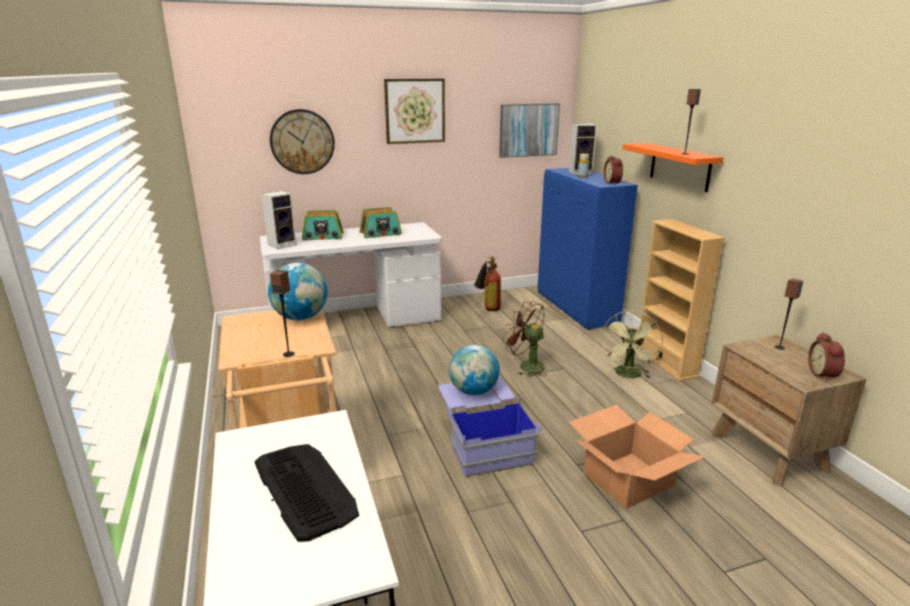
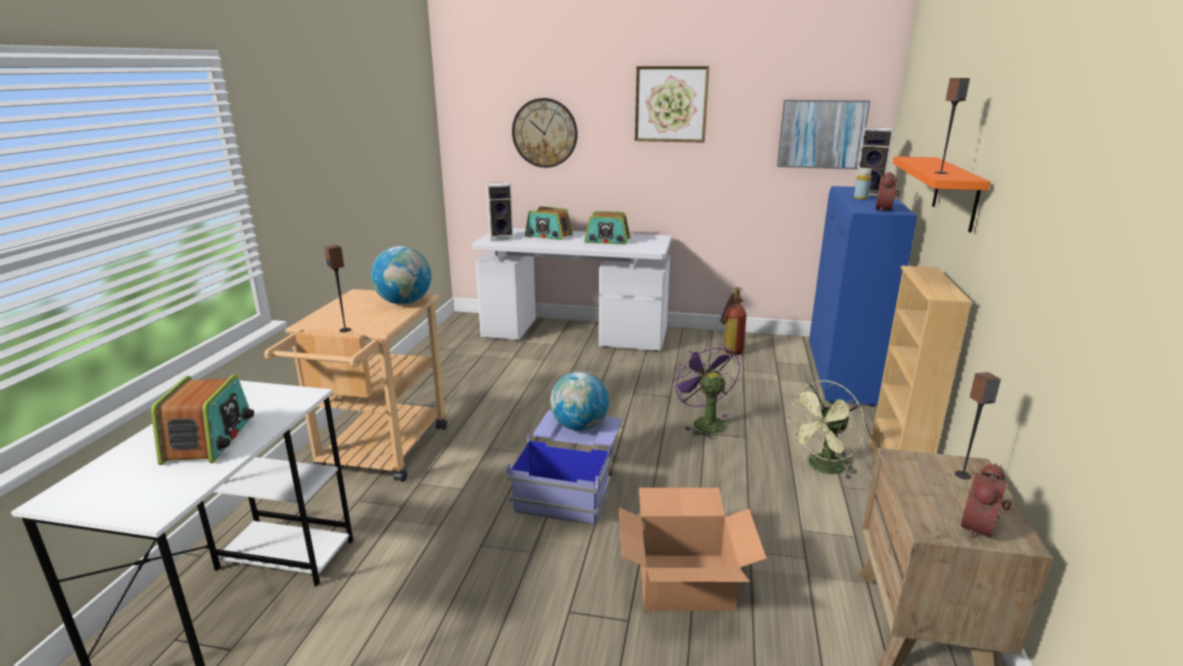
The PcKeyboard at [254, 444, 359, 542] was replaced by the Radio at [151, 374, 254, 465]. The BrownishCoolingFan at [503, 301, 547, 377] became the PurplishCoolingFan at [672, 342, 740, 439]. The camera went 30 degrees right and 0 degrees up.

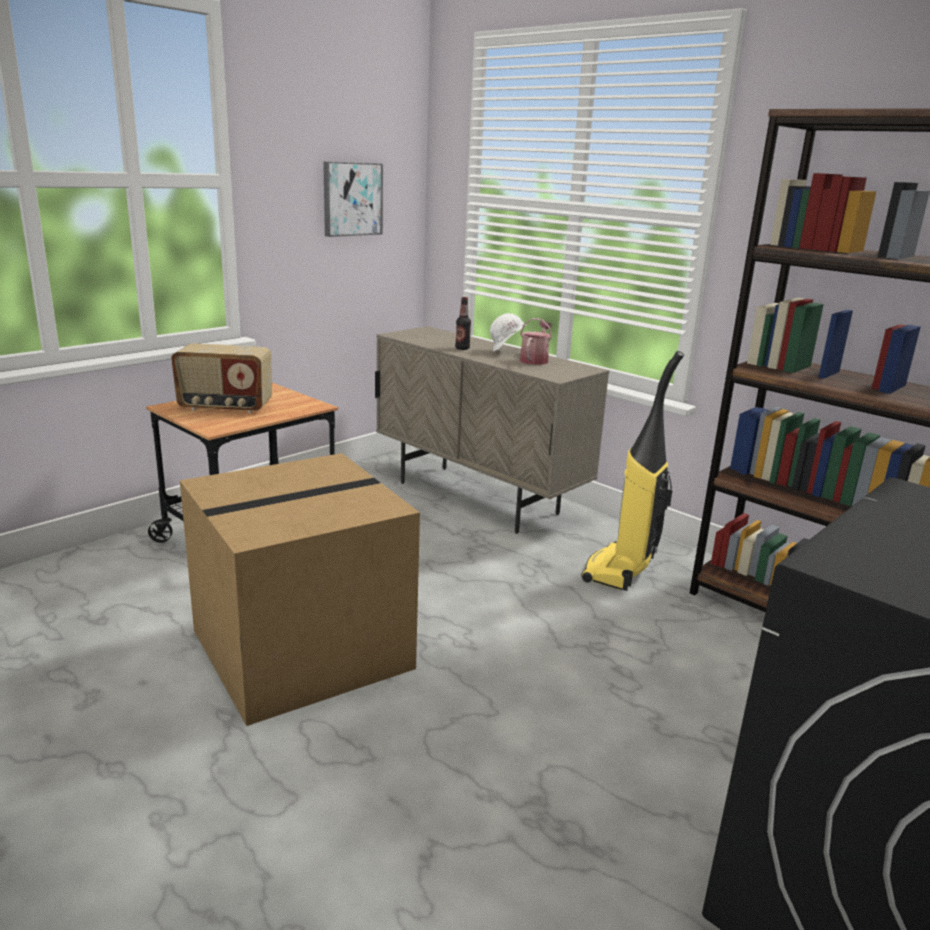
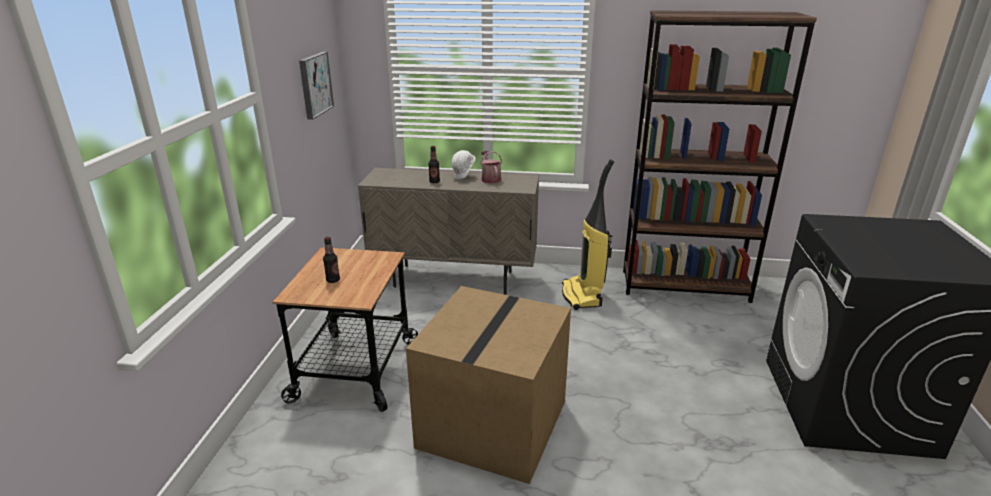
The Radio at [171, 343, 272, 413] was replaced by the Bottle at [323, 237, 340, 283]. The camera went 35 degrees left and 5 degrees up.

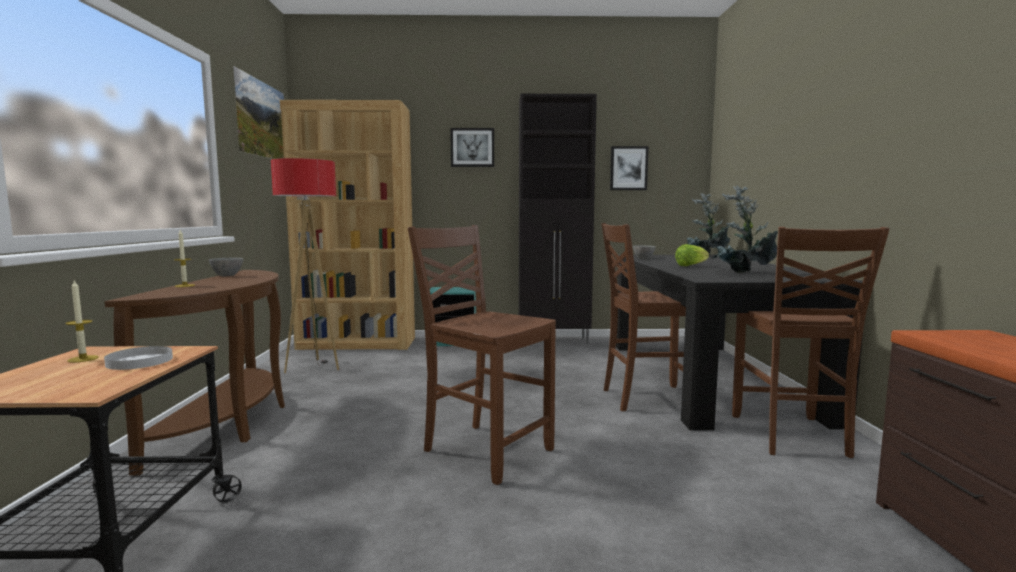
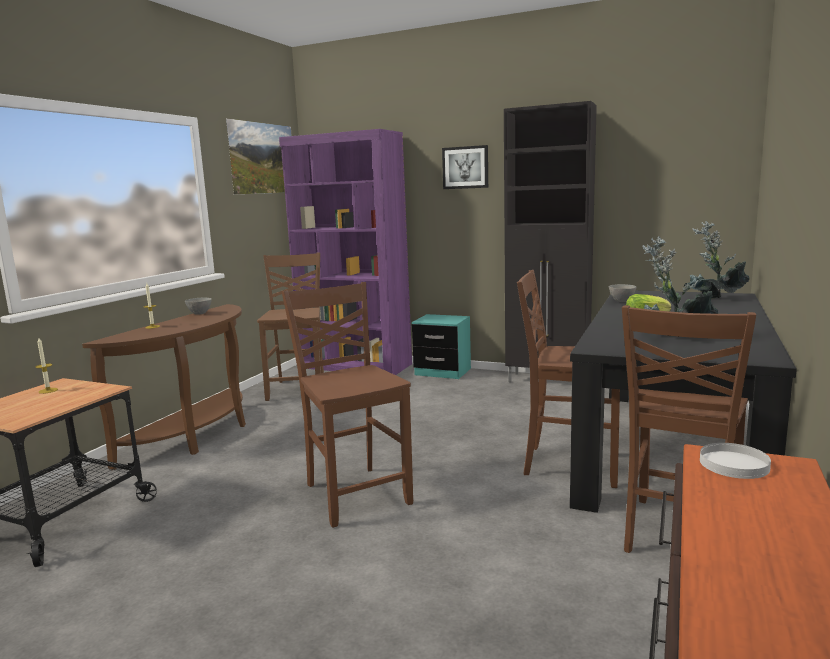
The StandingLamp at [271, 158, 339, 373] was replaced by the BrownishPlainChair at [257, 253, 324, 401]. The BrownishShelvingUnit at [280, 100, 415, 350] became the PurplishShelvingUnit at [279, 129, 412, 375]. The WhitePlate moved from [104, 346, 173, 370] to [700, 443, 771, 479]. The WallPicture at [610, 146, 649, 190] disappeared. The camera went 25 degrees right and 5 degrees up.

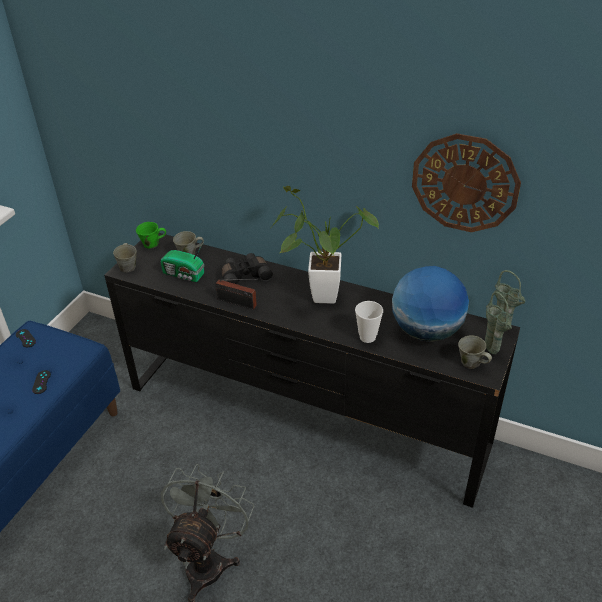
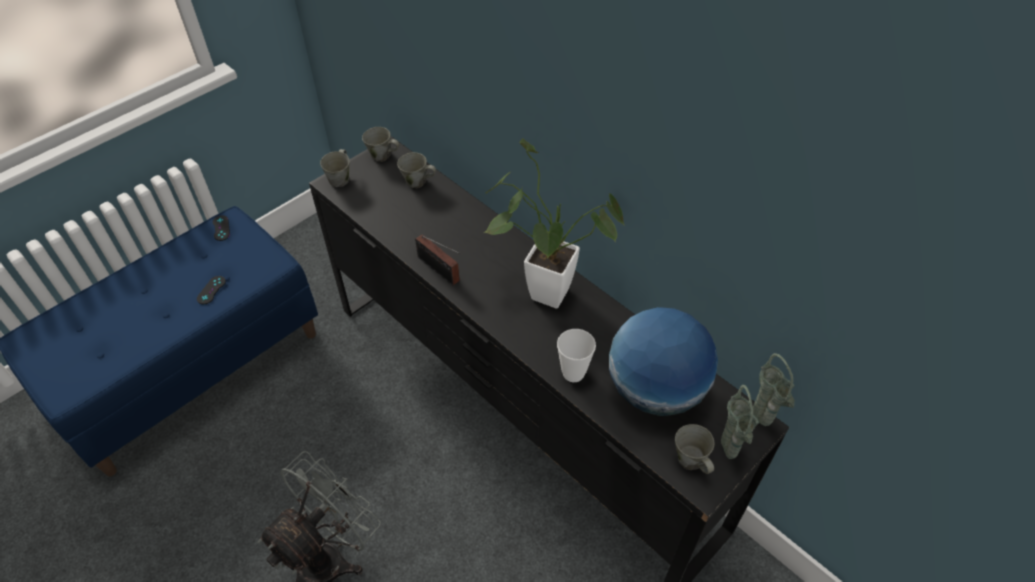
The GreenTeaMug at [136, 222, 166, 249] became the GreyTeaMug at [362, 127, 399, 162]. The Radio at [161, 243, 204, 282] disappeared. The BlackishFieldGlasses at [221, 253, 273, 285] disappeared. The ClockOnTheWall at [412, 133, 521, 232] disappeared. The camera went 20 degrees right and 10 degrees up.

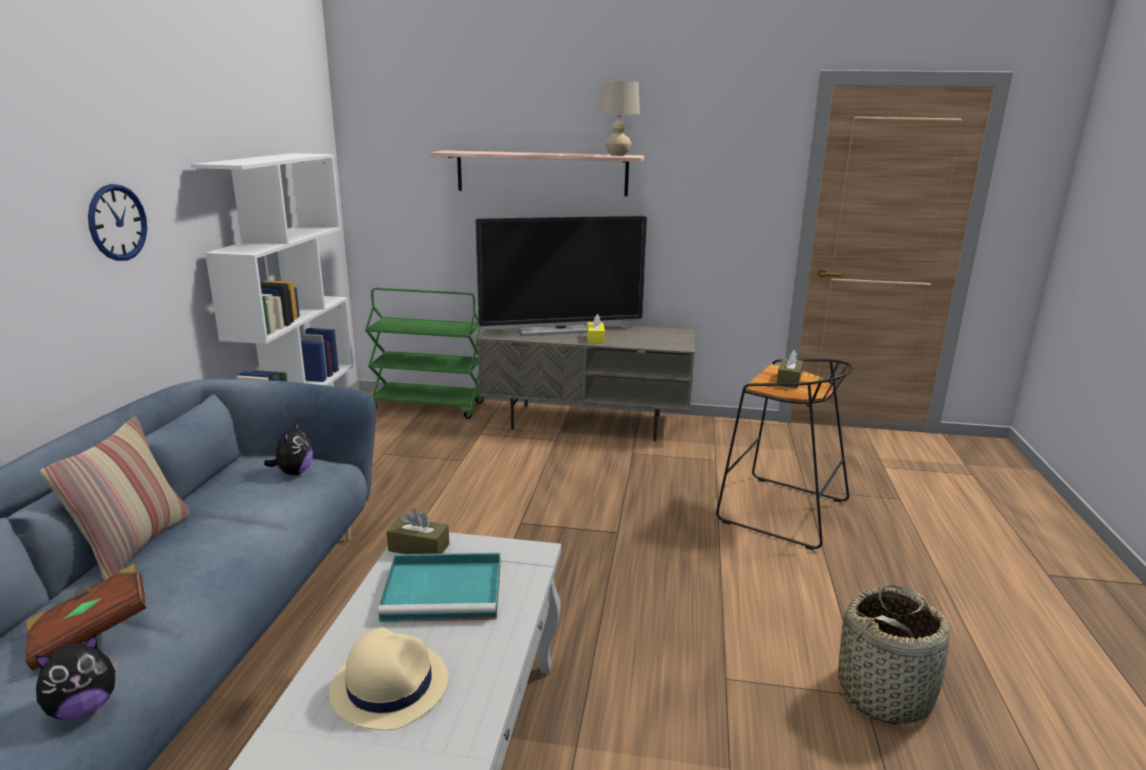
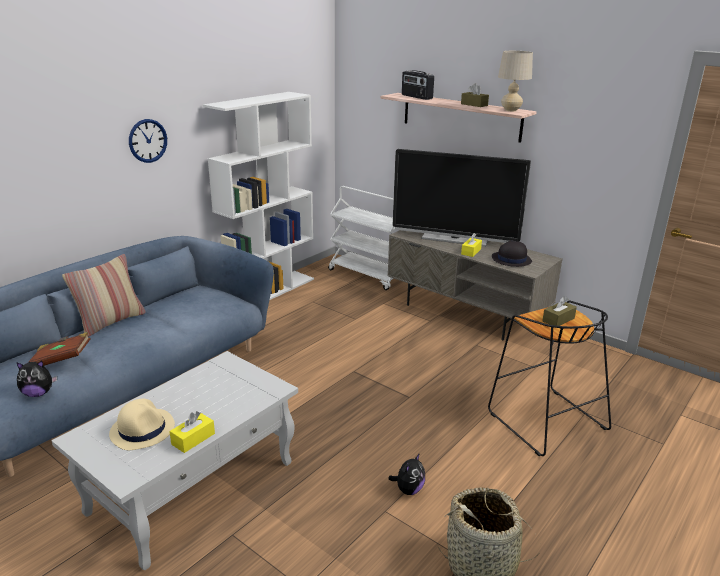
The YellowColouredTissueBox at [169, 411, 215, 453] appeared. The GreenWheeledCart at [365, 288, 485, 419] became the WhiteWheeledCart at [328, 186, 396, 290]. The SoftToy moved from [264, 420, 313, 475] to [388, 453, 425, 495]. The Radio at [402, 70, 434, 100] appeared. The BrownishTissueBox moved from [387, 509, 449, 554] to [461, 83, 489, 107]. The BlackishHat at [492, 240, 532, 267] appeared. The TurquoiseTray at [378, 553, 501, 622] disappeared. The camera went 30 degrees right and 5 degrees up.

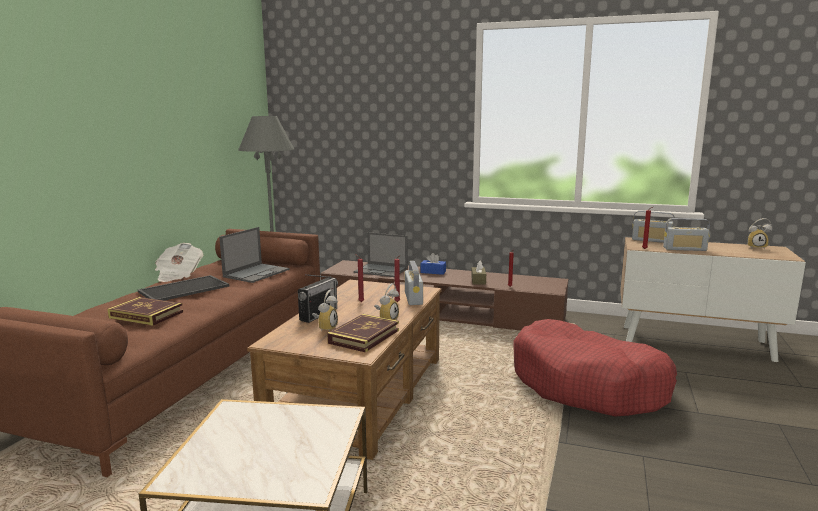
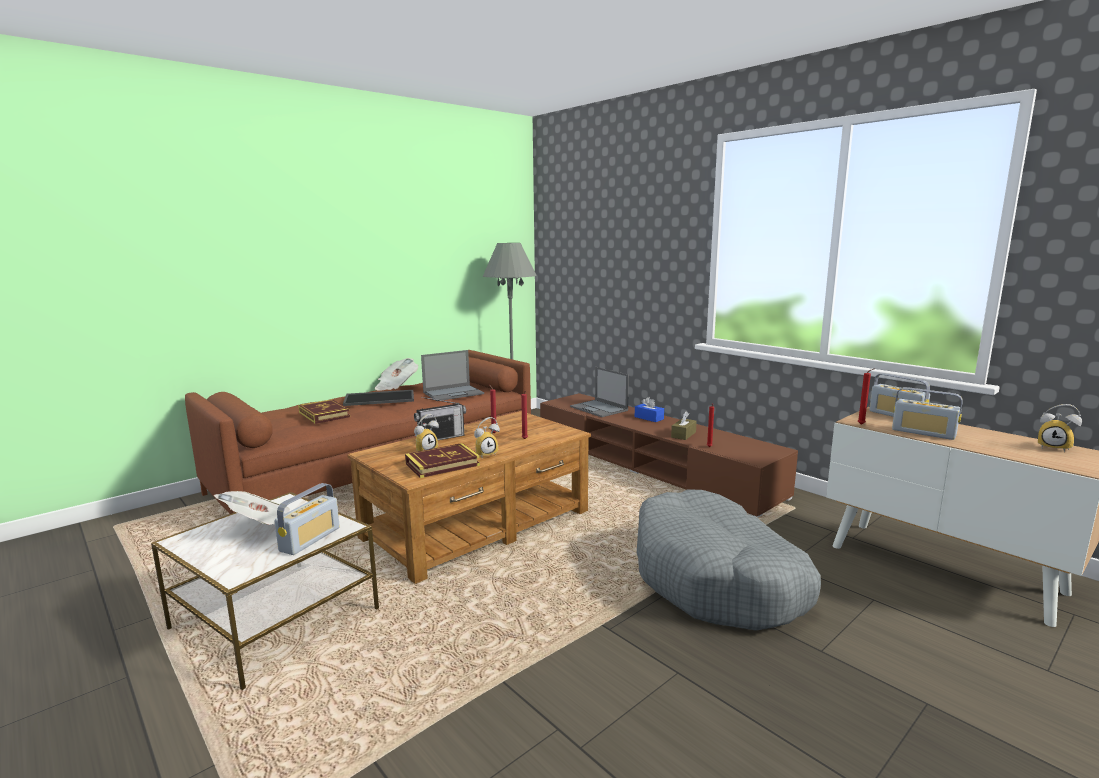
The DailyPaper at [214, 491, 290, 525] appeared. The Radio moved from [405, 261, 423, 305] to [275, 483, 340, 555]. The RedColouredPetBed at [513, 319, 677, 416] became the GreyPetBed at [637, 489, 821, 630]. The camera went 30 degrees right and 0 degrees up.

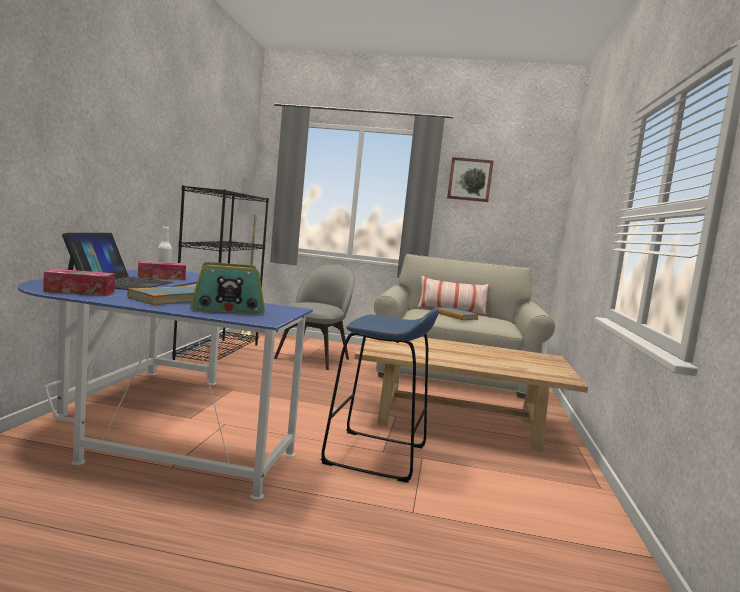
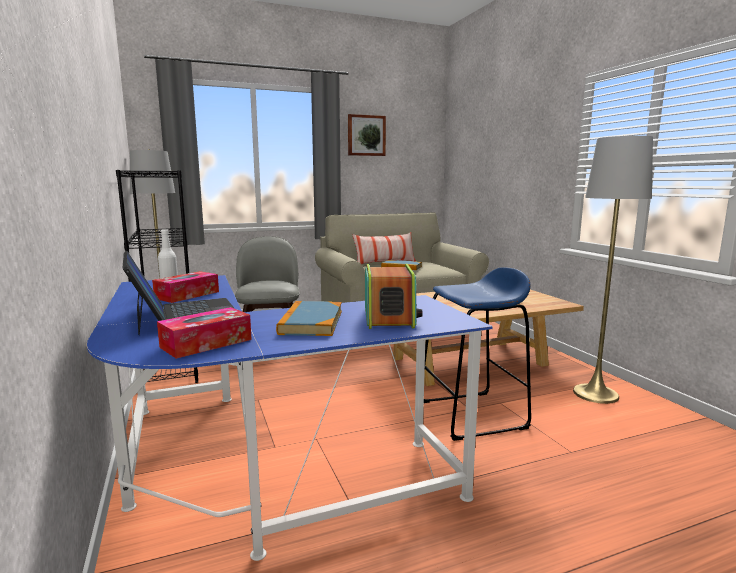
The Radio at [190, 262, 265, 314] turned 45 degrees counterclockwise. The GreyStandingLamp at [573, 136, 653, 404] appeared. The camera went 30 degrees left and 5 degrees up.

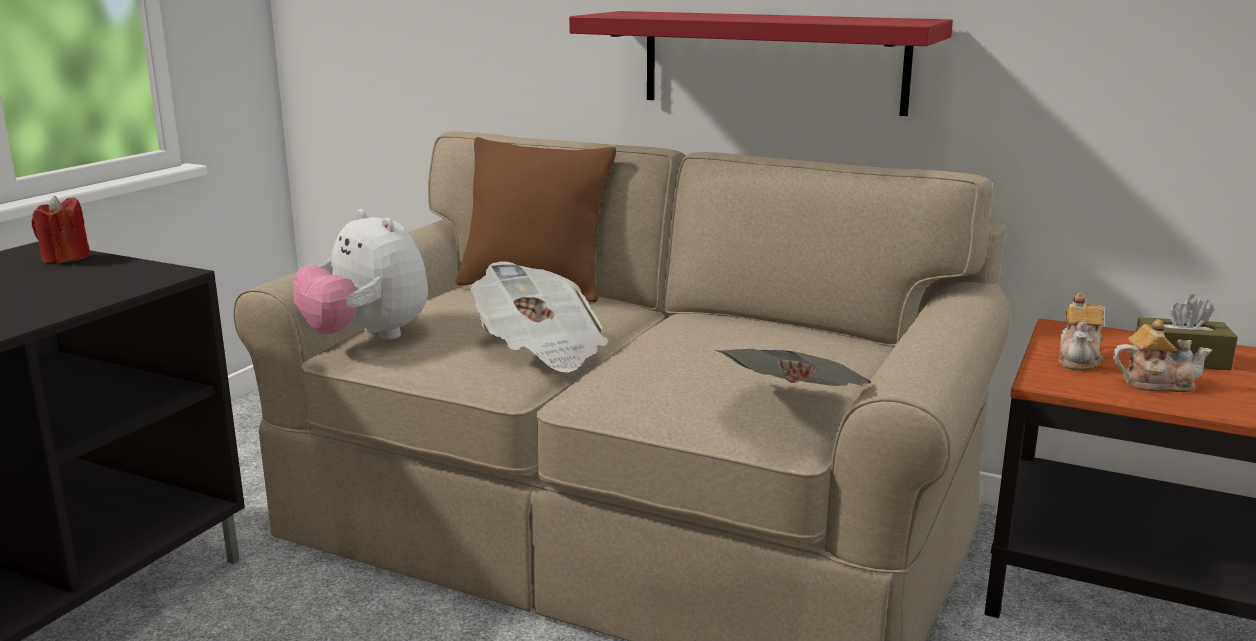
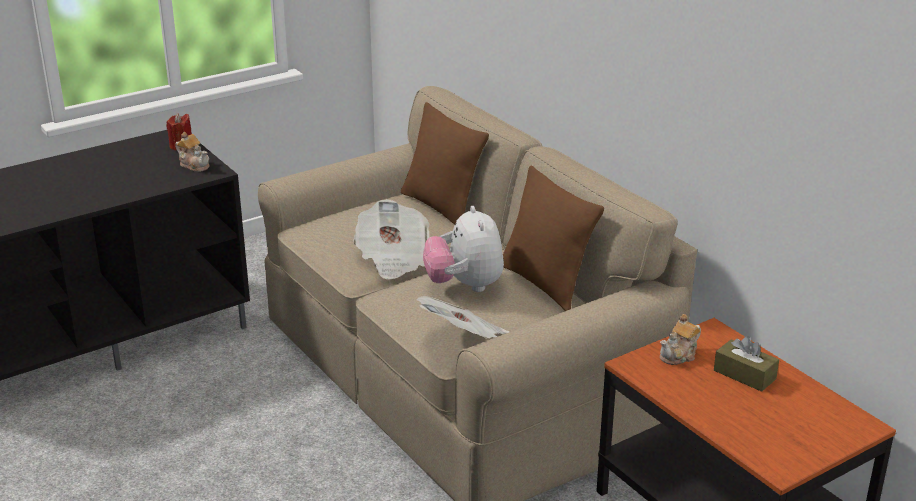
The Teapot moved from [1113, 319, 1212, 392] to [175, 132, 210, 172]. The SoftToy moved from [293, 209, 428, 340] to [423, 206, 504, 292]. The BrownishThrowPillow at [503, 165, 604, 311] appeared. The RedColouredBracketShelf at [569, 11, 953, 116] disappeared. The camera went 30 degrees right and 10 degrees up.

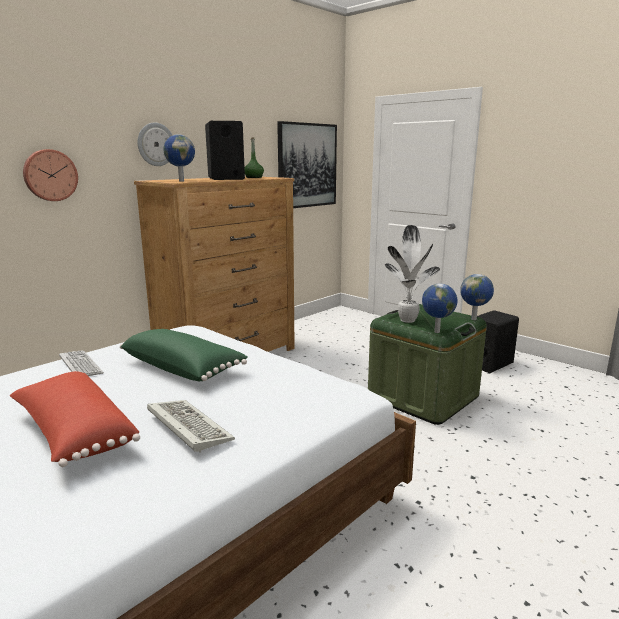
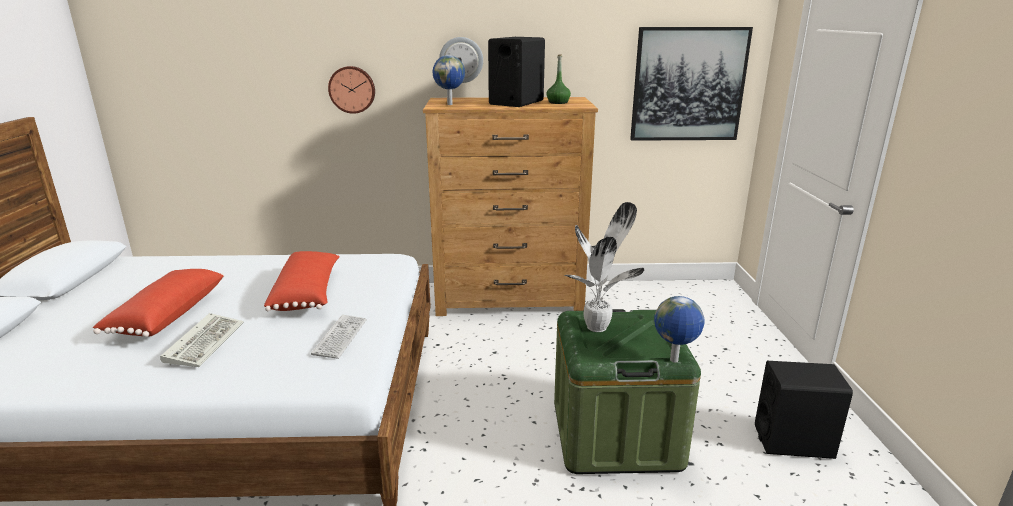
The GreenThrowPillow at [120, 329, 248, 381] became the RedColouredThrowPillow at [264, 251, 340, 311]. The PcKeyboard moved from [59, 350, 104, 376] to [311, 315, 367, 359]. The Globe at [422, 283, 457, 333] disappeared. The camera went 45 degrees right and 5 degrees up.

